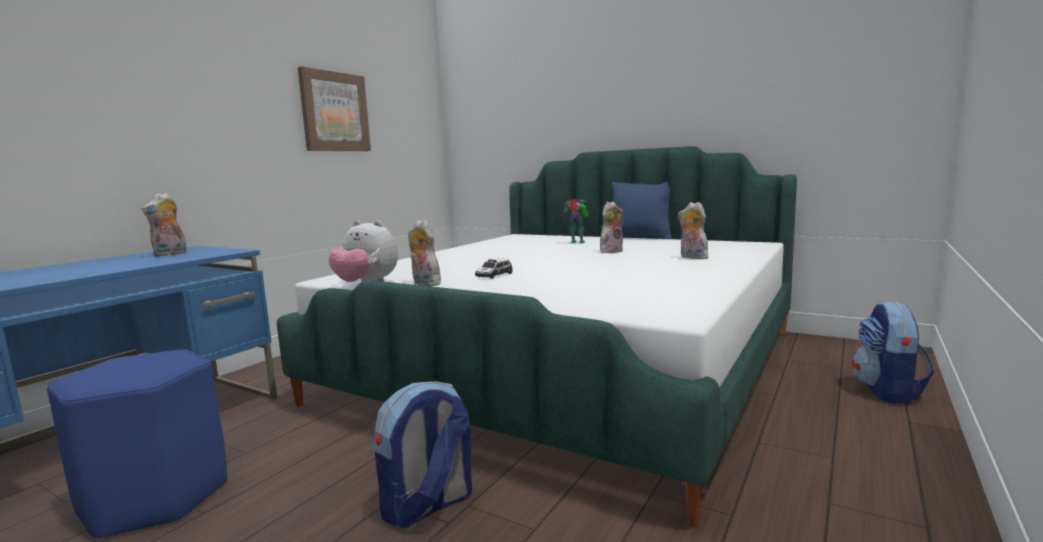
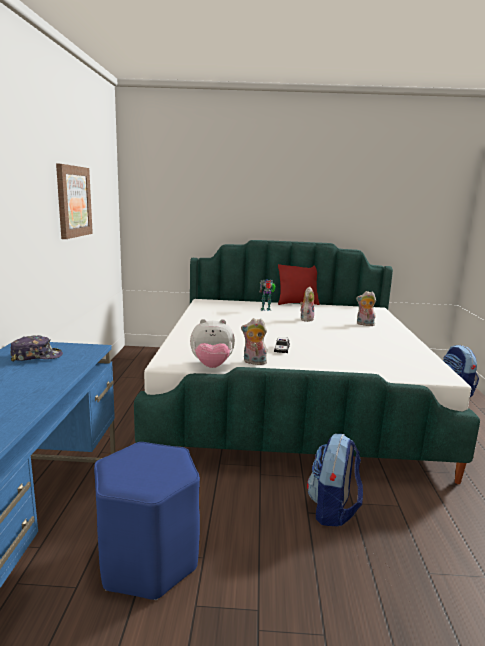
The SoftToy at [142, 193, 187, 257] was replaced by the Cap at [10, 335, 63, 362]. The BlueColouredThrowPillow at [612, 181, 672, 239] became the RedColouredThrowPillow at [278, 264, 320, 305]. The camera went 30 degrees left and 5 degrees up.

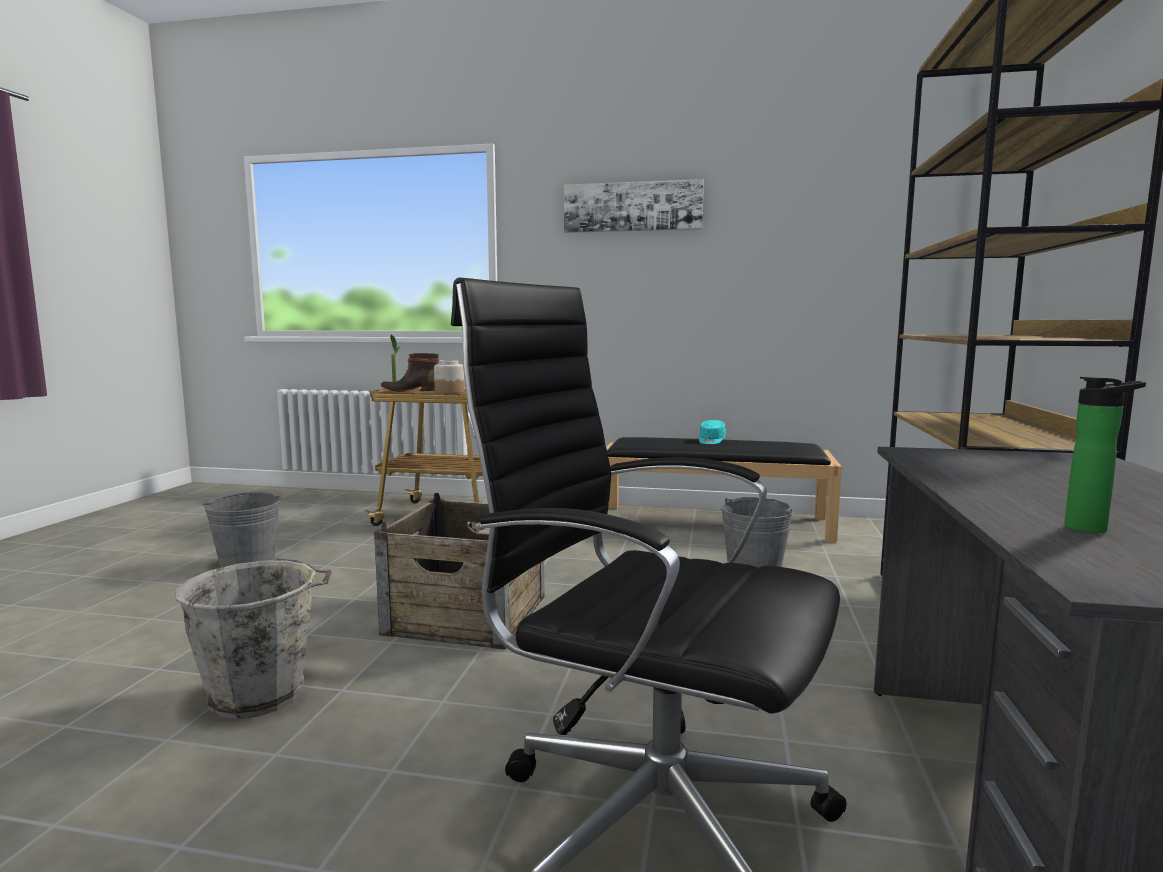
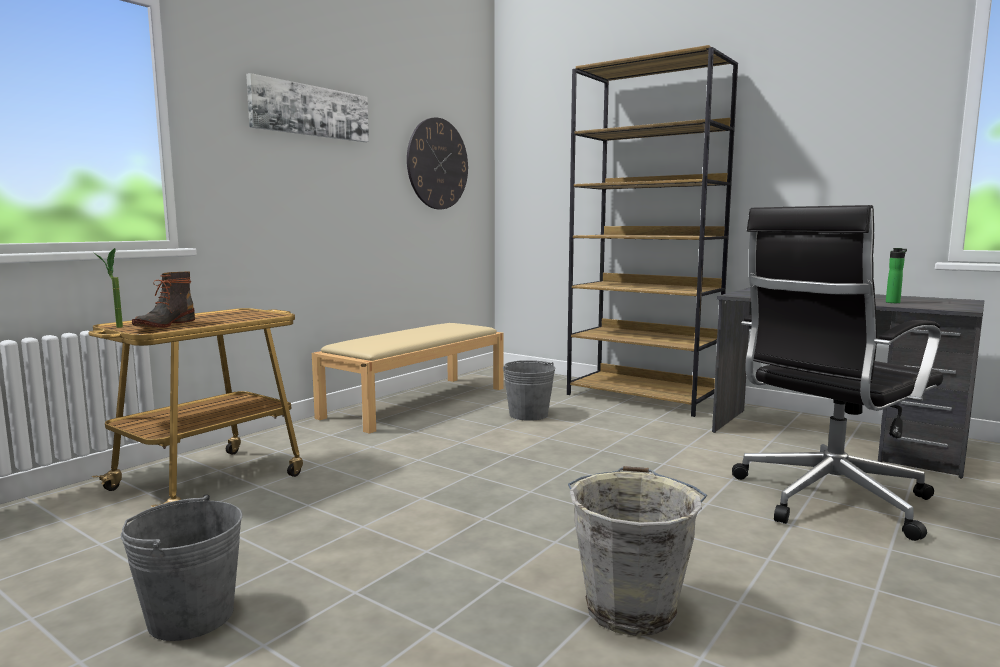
The BlackishLongSeat at [606, 437, 842, 542] became the BeigeColouredLongSeat at [312, 323, 504, 434]. The ClockOnTheWall at [407, 118, 468, 209] appeared. The ShippingCrate at [374, 493, 544, 650] disappeared. The PreserveJar at [434, 360, 464, 394] disappeared. The TurquoiseCap at [699, 420, 726, 444] disappeared. The camera went 65 degrees left and 0 degrees up.

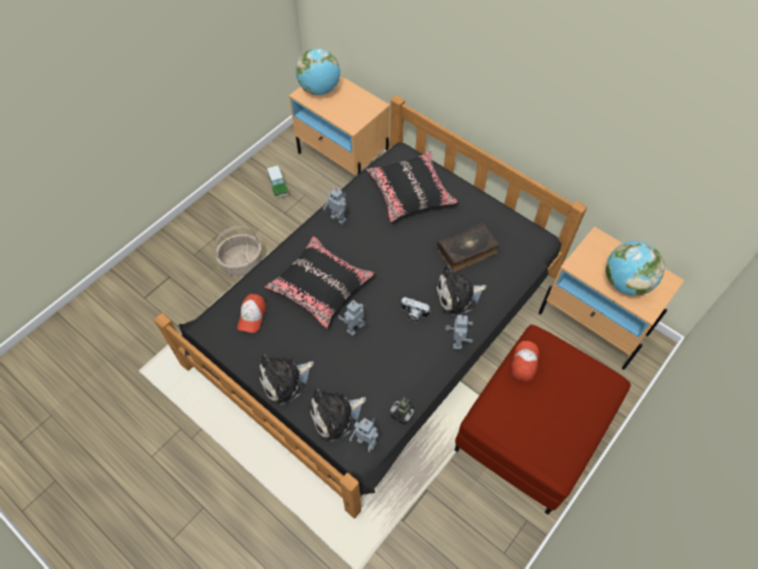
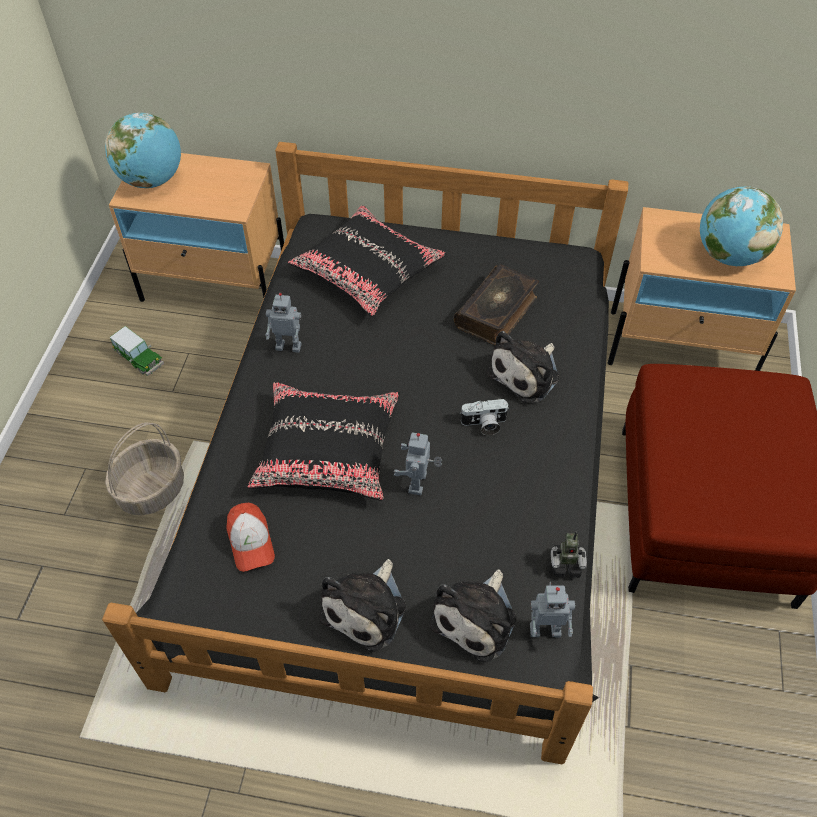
The RobotFigure at [445, 315, 473, 350] disappeared. The Cap at [511, 341, 539, 382] disappeared. The camera went 30 degrees left and 5 degrees down.

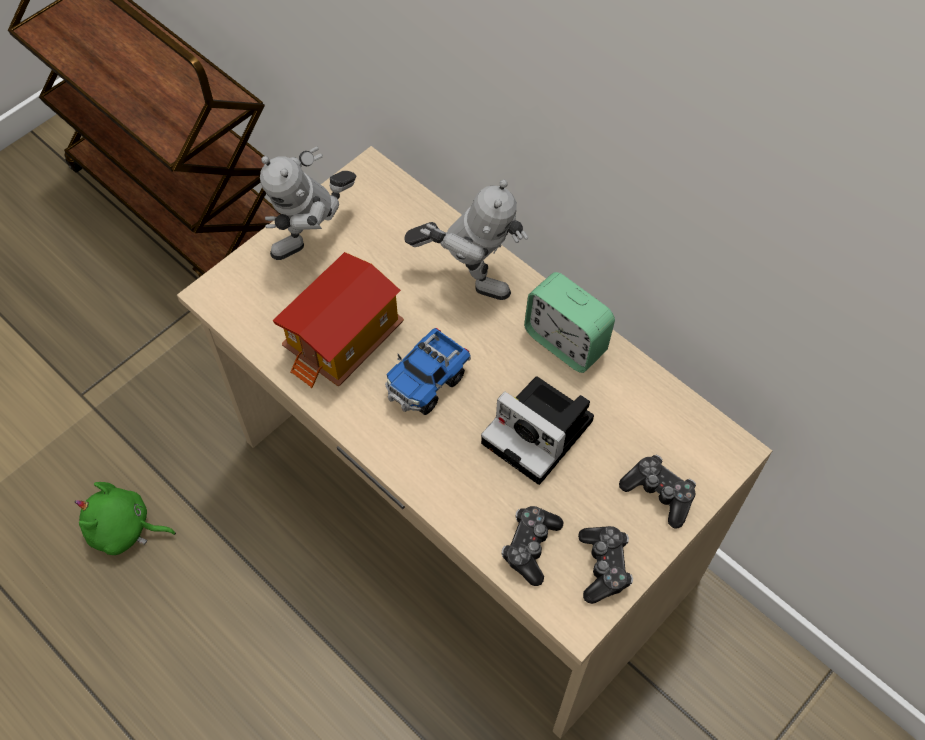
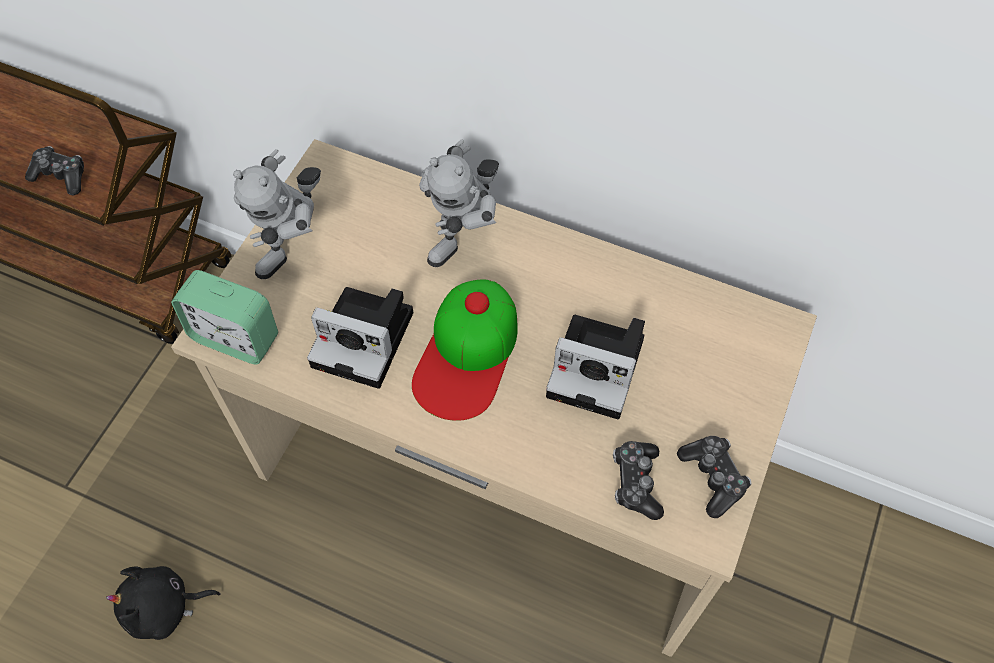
The Gamepad moved from [619, 455, 696, 529] to [25, 146, 84, 195]. The GreenSoftToy at [75, 482, 176, 555] became the BlackishSoftToy at [106, 566, 221, 640]. The AlarmClock moved from [524, 272, 615, 373] to [171, 270, 278, 365]. The MiniatureHouse at [272, 252, 404, 388] was replaced by the StillCamera at [307, 287, 413, 389]. The ModelTruck at [385, 328, 471, 415] was replaced by the Cap at [412, 280, 518, 421]. The RobotFigure at [404, 180, 528, 300] turned 120 degrees clockwise. The camera went 20 degrees left and 0 degrees up.

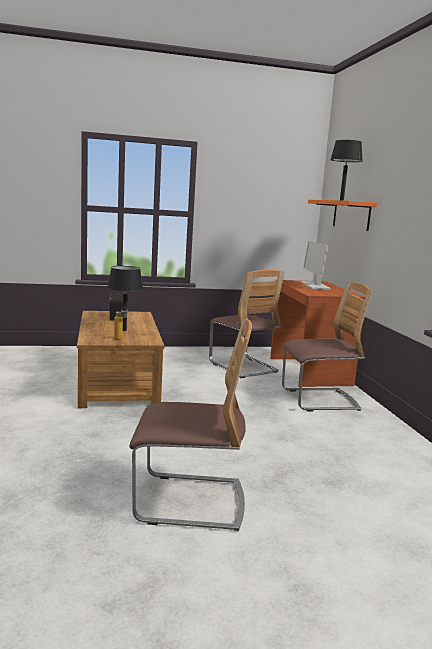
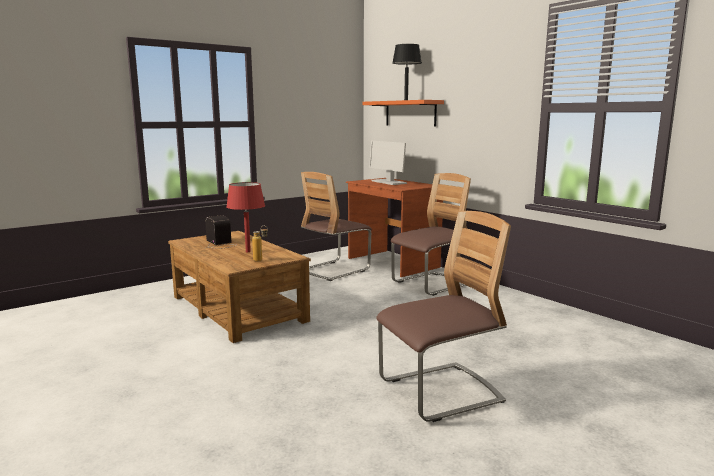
The BlackishTableLamp at [107, 266, 143, 331] became the RedColouredTableLamp at [226, 182, 265, 252]. The PlainChair at [209, 270, 284, 378] turned 105 degrees clockwise. The camera went 25 degrees left and 0 degrees up.

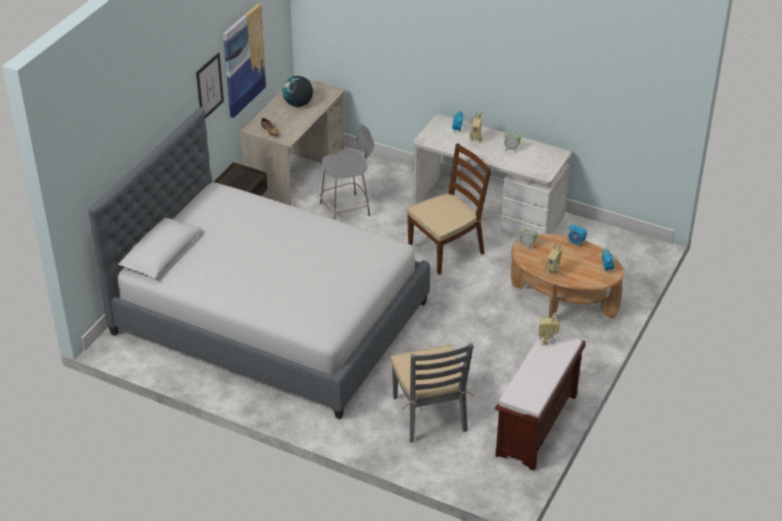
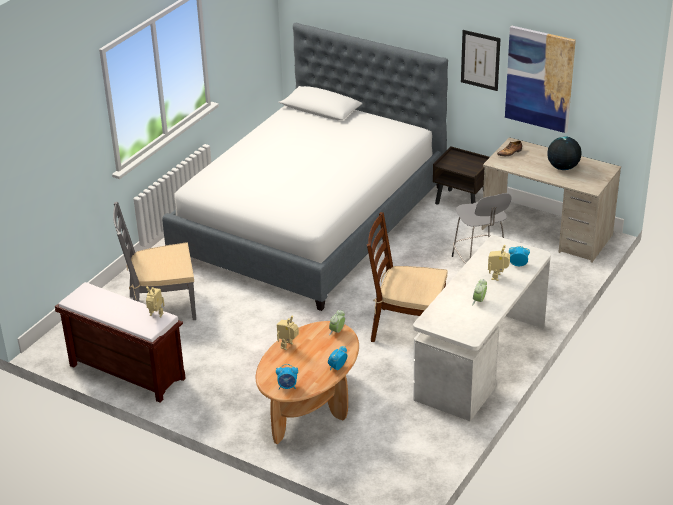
The BrownishPlainChair at [407, 143, 491, 275] turned 135 degrees clockwise. The camera went 95 degrees right and 5 degrees down.

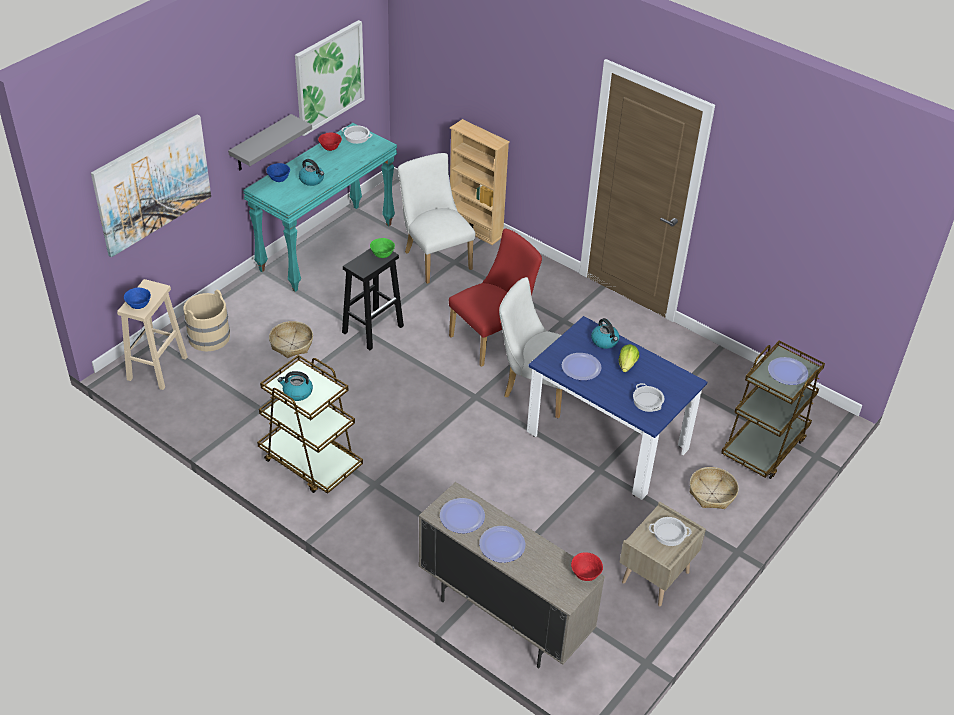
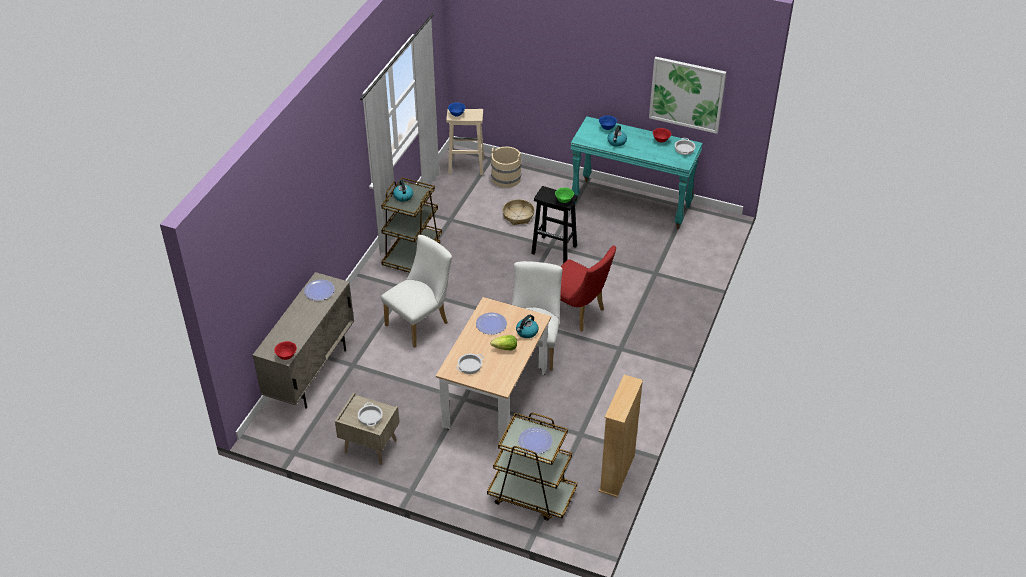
The WhitePlainChair moved from [398, 153, 475, 284] to [381, 235, 452, 348]. The BlueColouredDinnerTable at [527, 316, 707, 500] became the BeigeColouredDinnerTable at [436, 297, 551, 442]. The BeigeColouredShelvingUnit moved from [450, 119, 510, 245] to [599, 375, 643, 497]. The WallPicture at [91, 114, 211, 257] disappeared. The GreyBracketShelf at [228, 114, 312, 170] disappeared. The Plate at [479, 526, 525, 563] disappeared. The Basket at [690, 467, 738, 509] disappeared. The camera went 75 degrees right and 0 degrees up.

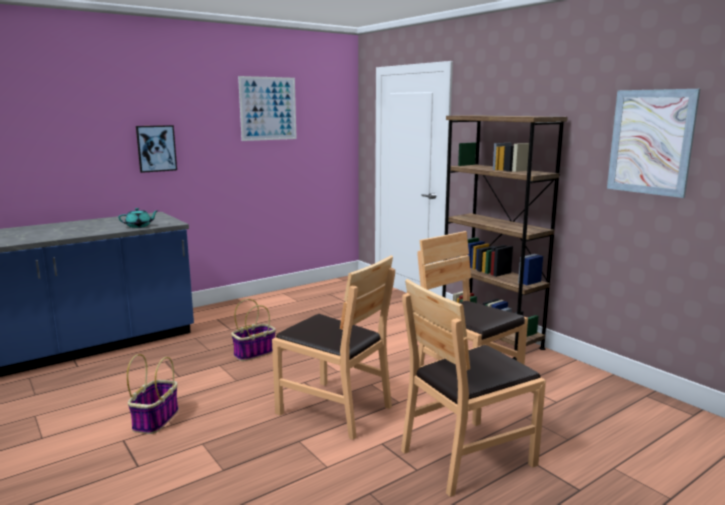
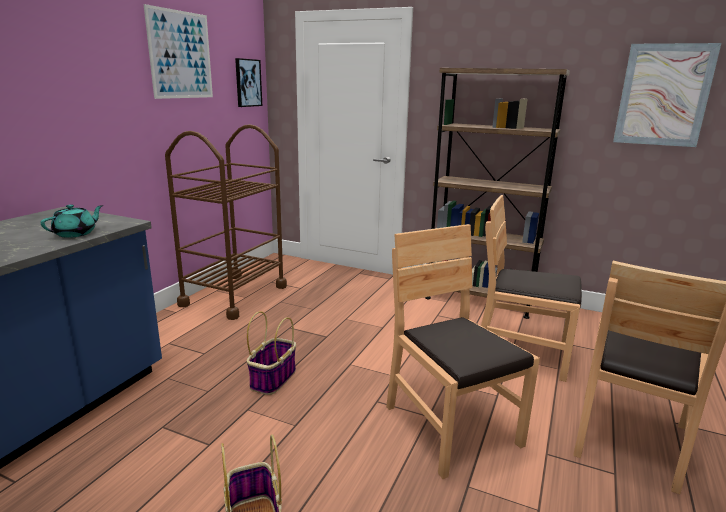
The BrownishWheeledCart at [165, 124, 287, 320] appeared. The WallPicture moved from [136, 125, 177, 173] to [235, 58, 262, 107]. The BrownishPlainChair at [272, 255, 395, 440] turned 120 degrees counterclockwise. The camera went 30 degrees left and 5 degrees up.

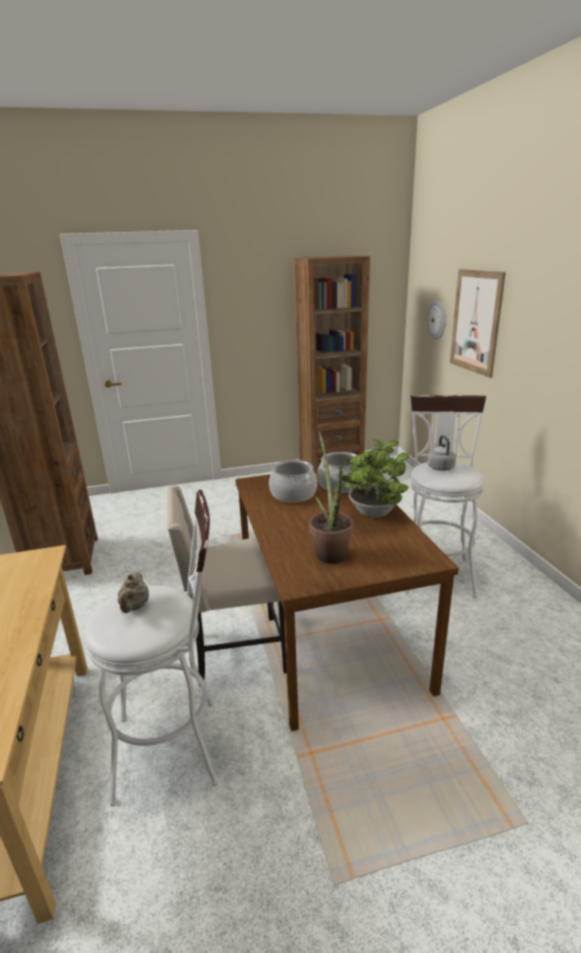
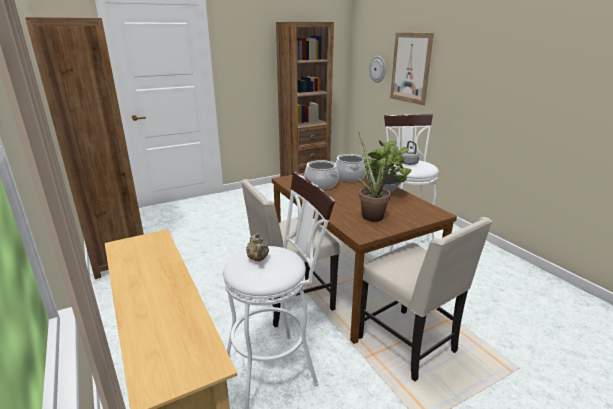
The BeigeColouredPlainChair at [359, 217, 492, 382] appeared. The camera went 15 degrees left and 0 degrees up.

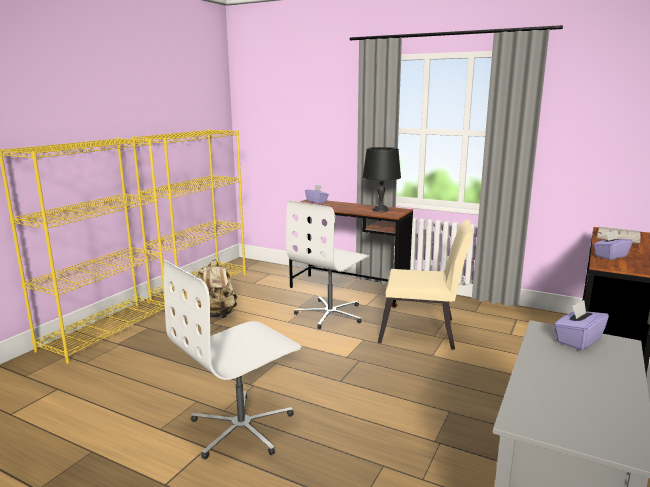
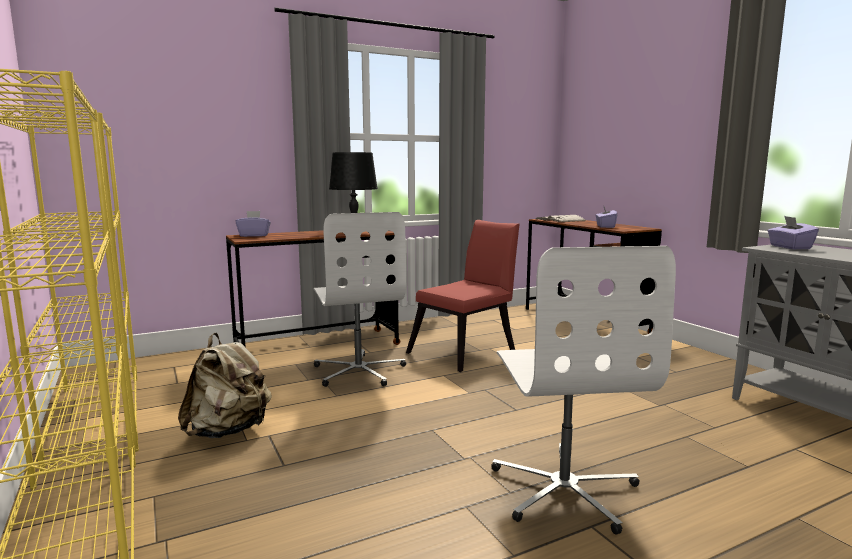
The BeigeColouredPlainChair at [378, 220, 474, 350] became the RedColouredPlainChair at [406, 220, 519, 372]. The camera went 55 degrees left and 5 degrees down.

